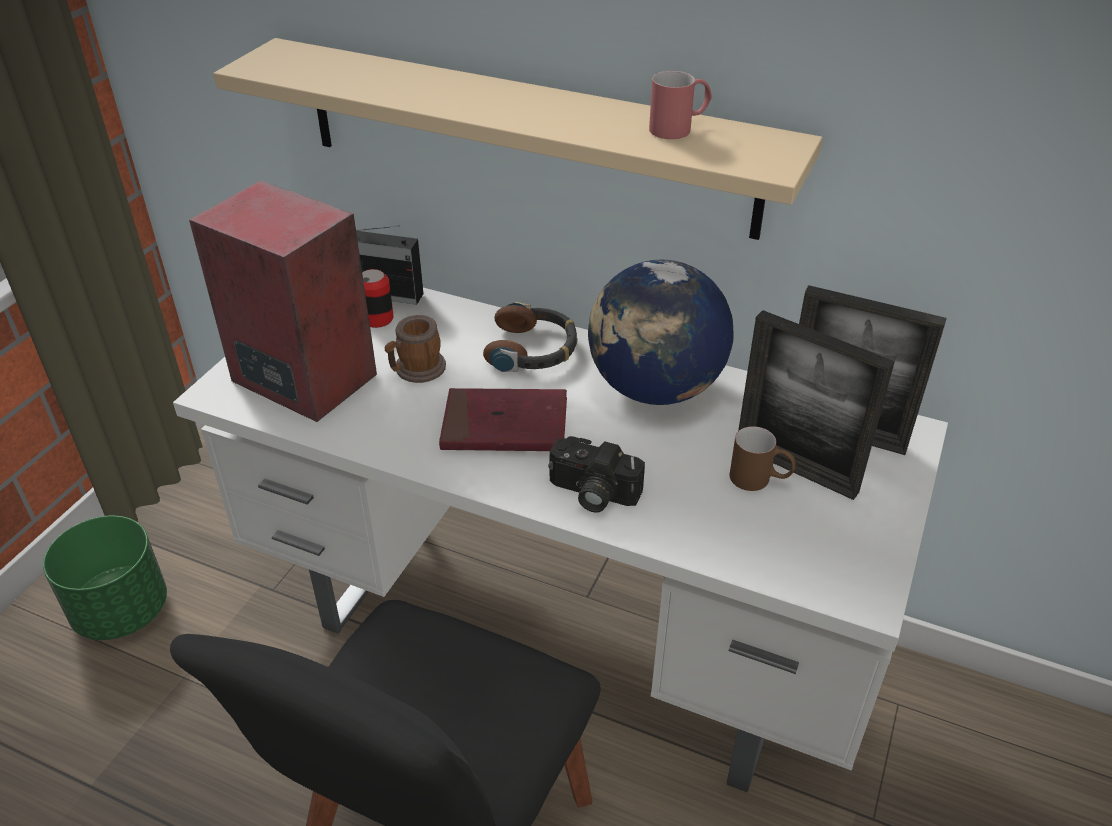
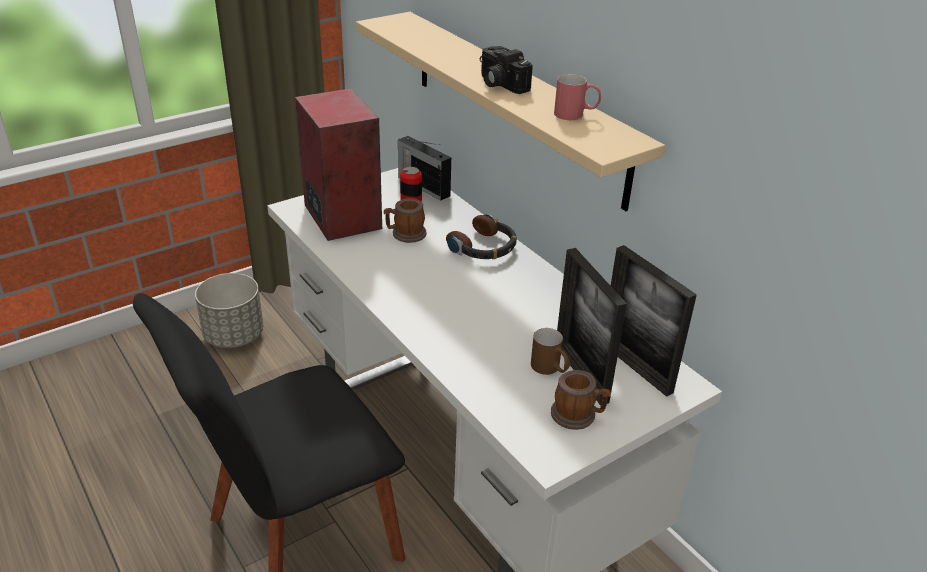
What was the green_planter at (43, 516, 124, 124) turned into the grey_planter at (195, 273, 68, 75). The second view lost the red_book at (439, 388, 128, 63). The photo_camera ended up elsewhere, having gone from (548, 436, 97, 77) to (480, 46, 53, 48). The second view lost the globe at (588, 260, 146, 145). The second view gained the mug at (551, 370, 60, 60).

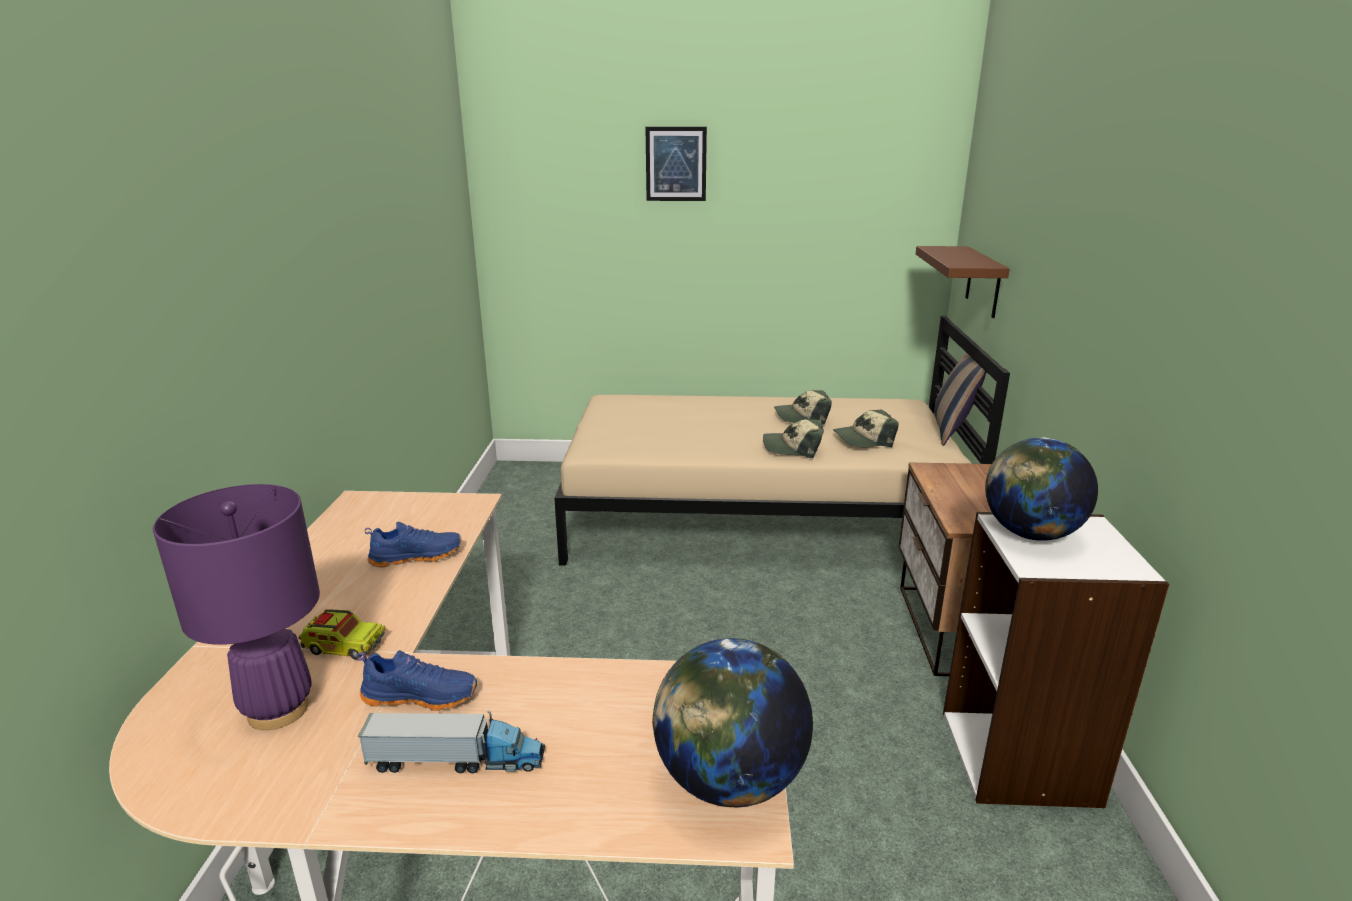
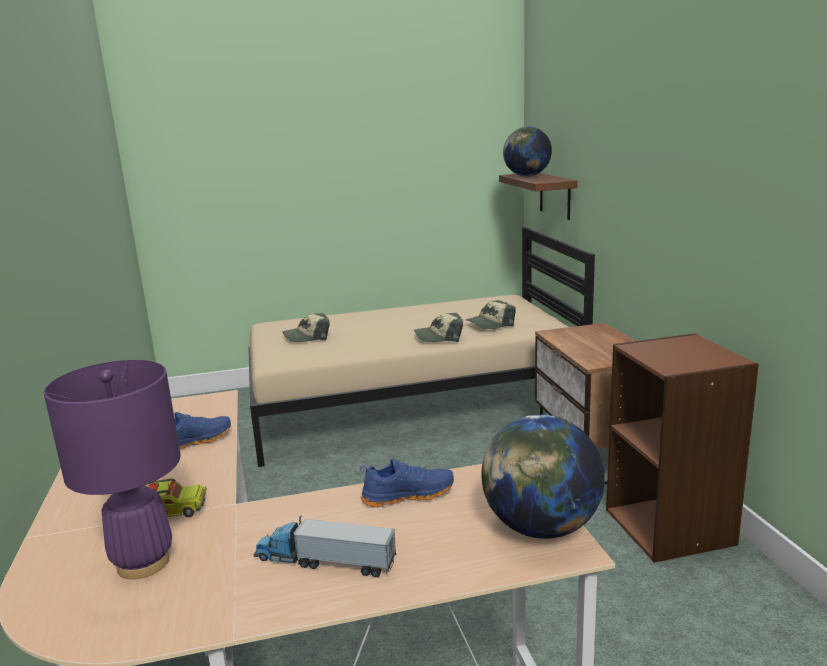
The blue_shoe ended up elsewhere, having gone from (357, 650, 120, 61) to (360, 458, 94, 49). The toy_truck at (358, 711, 187, 62) ended up facing another way, 150 degrees counterclockwise from before. The second view lost the picture at (646, 127, 61, 74). The cap ended up elsewhere, having gone from (774, 390, 58, 34) to (282, 313, 47, 29). The second view lost the pillow at (934, 353, 52, 93). What was the white_bookcase at (943, 512, 226, 296) turned into the brown_bookcase at (606, 333, 153, 230). The globe ended up elsewhere, having gone from (985, 437, 113, 104) to (503, 126, 49, 51).

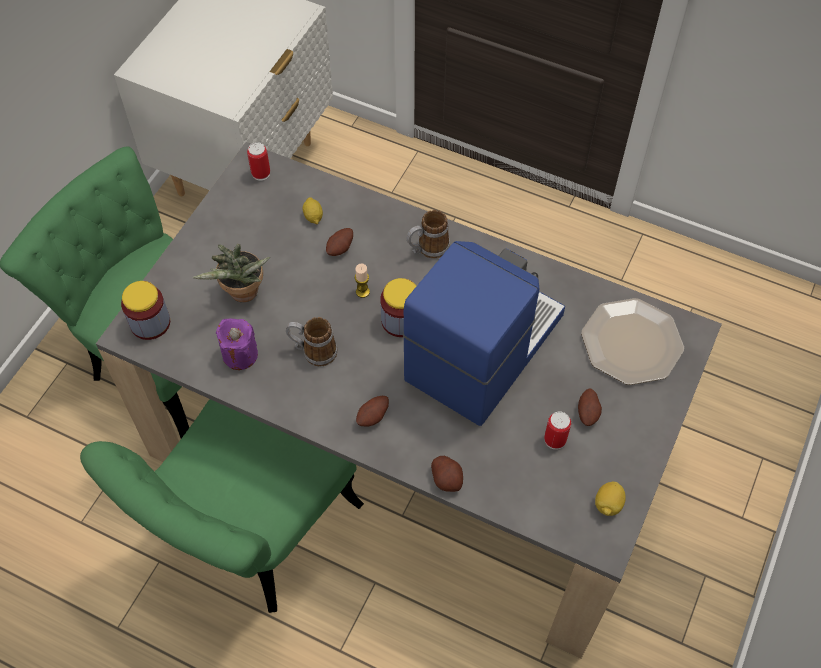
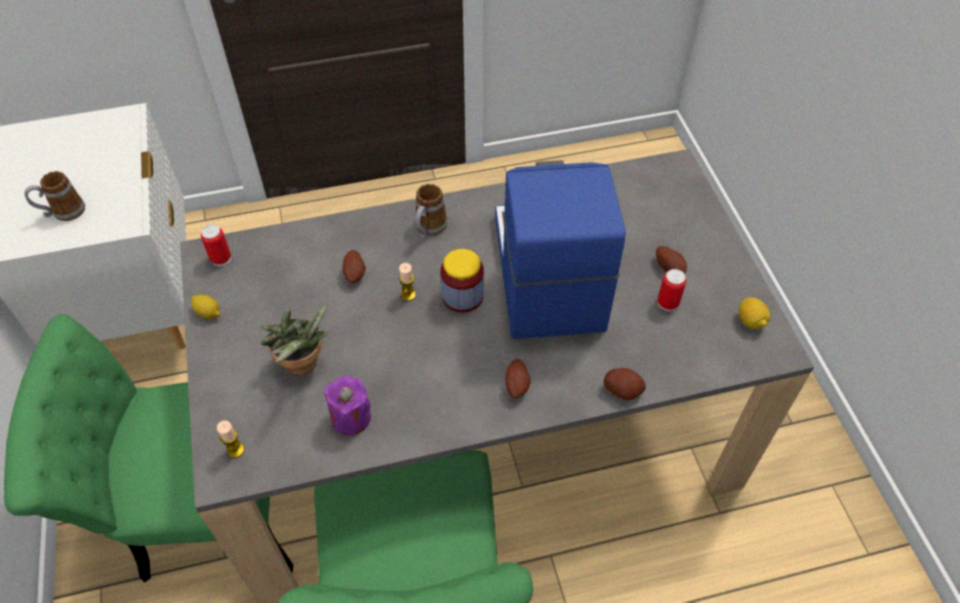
Where the jar stood at (121, 281, 49, 59), the candle came to stand at (217, 420, 27, 38). The mug ended up elsewhere, having gone from (286, 317, 51, 49) to (24, 171, 61, 50). The lemon ended up elsewhere, having gone from (303, 197, 20, 27) to (191, 295, 30, 24). The second view lost the plate at (581, 298, 103, 87).

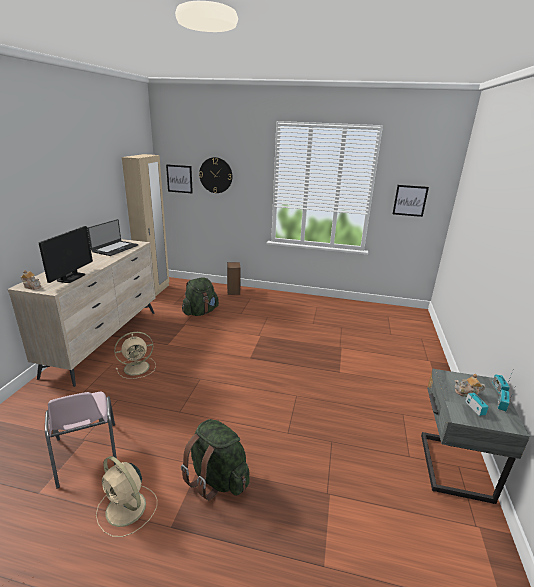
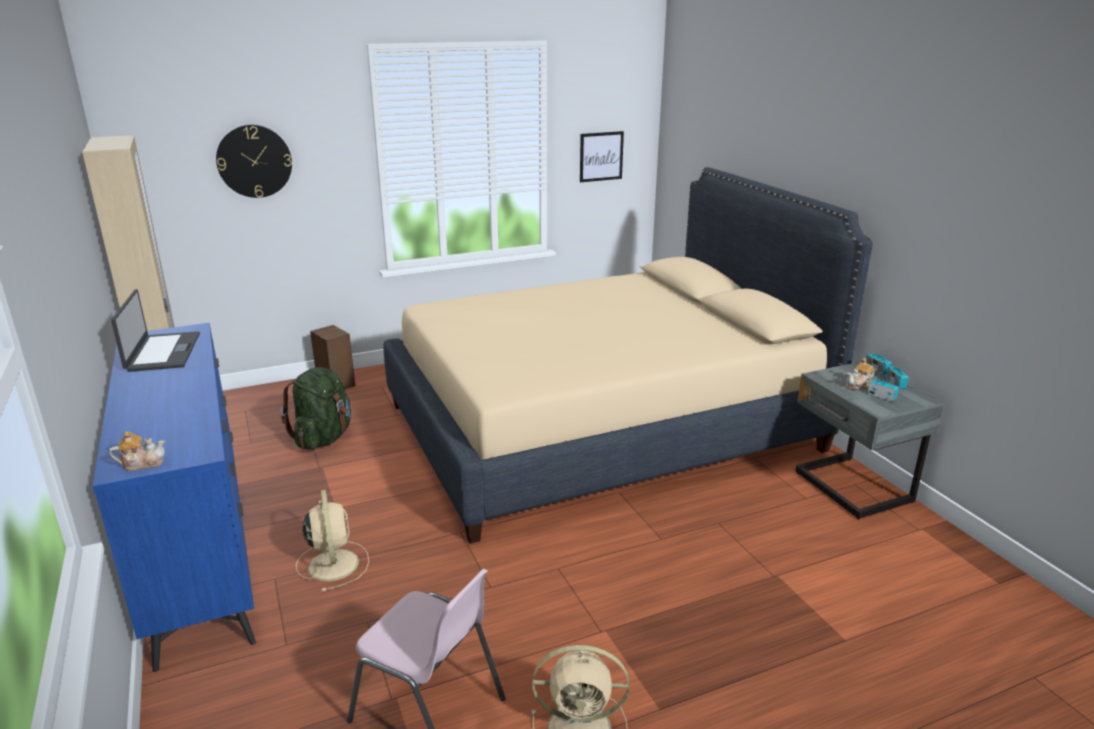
What was the beige_dresser at (7, 239, 149, 148) turned into the blue_dresser at (92, 323, 164, 349). The second view lost the monitor at (39, 226, 54, 57). The beige_fan at (114, 332, 42, 47) ended up facing another way, 45 degrees counterclockwise from before. The second view lost the picture at (166, 164, 27, 29). The second view lost the green_backpack at (181, 419, 69, 81). The second view gained the beige_bed at (383, 167, 490, 377).

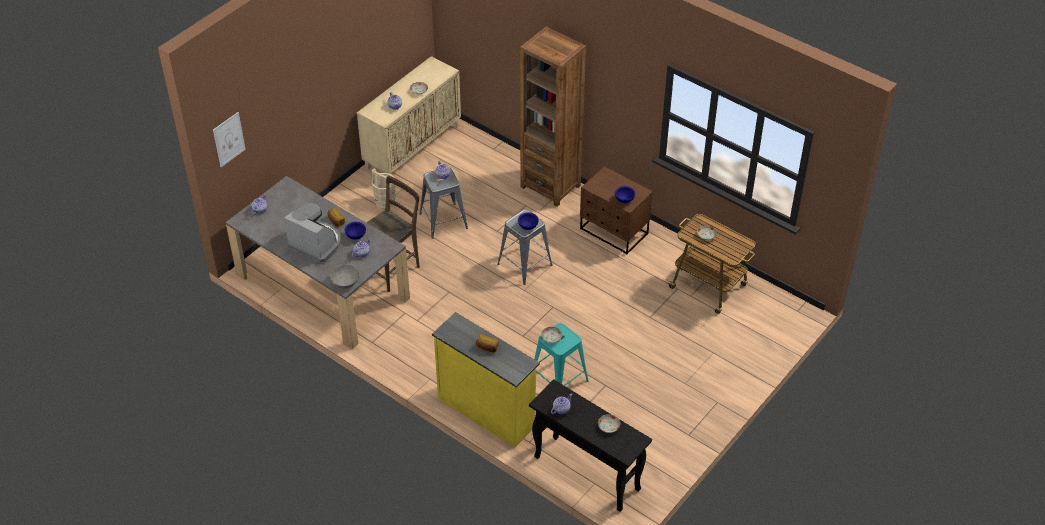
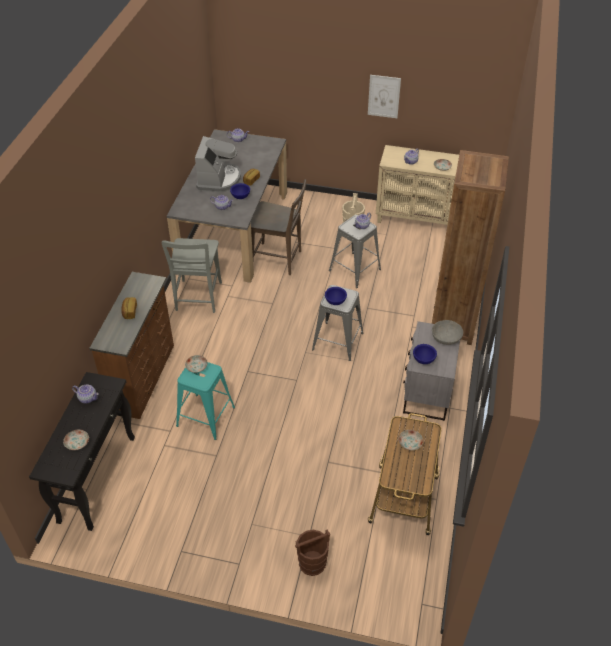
The picture ended up elsewhere, having gone from (213, 112, 33, 55) to (368, 75, 33, 43). The grey_bowl ended up elsewhere, having gone from (330, 264, 29, 25) to (432, 320, 31, 25). What was the yellow_dresser at (432, 312, 108, 135) turned into the brown_dresser at (89, 272, 85, 147). What was the brown_nightstand at (580, 166, 73, 88) turned into the grey_nightstand at (403, 321, 57, 100). The second view gained the grey_chair at (161, 238, 61, 75). The second view gained the brown_bucket at (295, 529, 35, 47).

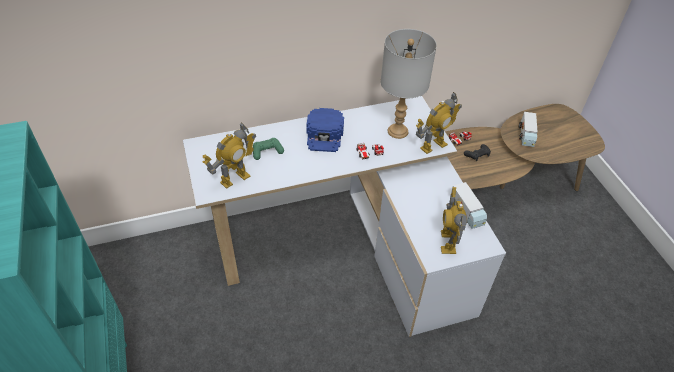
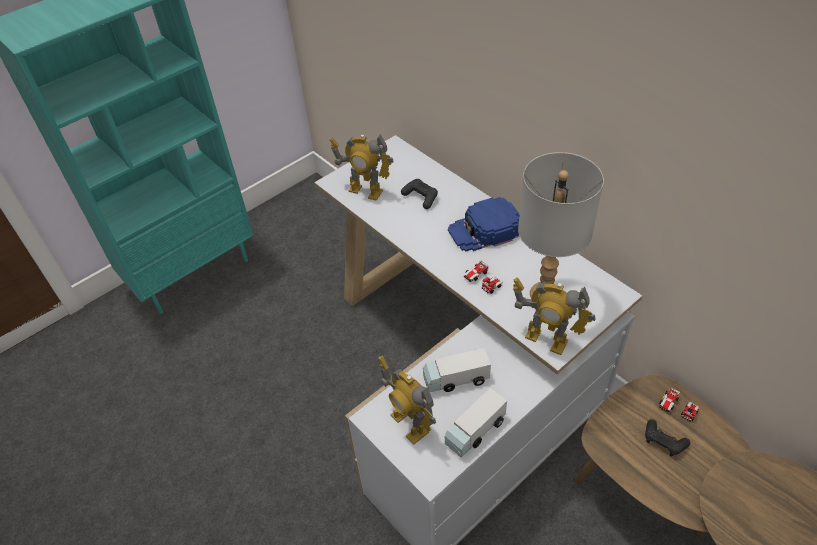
What was the green_game_controller at (253, 138, 31, 22) turned into the black_game_controller at (401, 179, 37, 30). The toy_robot at (441, 187, 27, 67) ended up facing another way, 105 degrees counterclockwise from before. The toy_truck ended up elsewhere, having gone from (519, 112, 18, 35) to (423, 348, 68, 44).

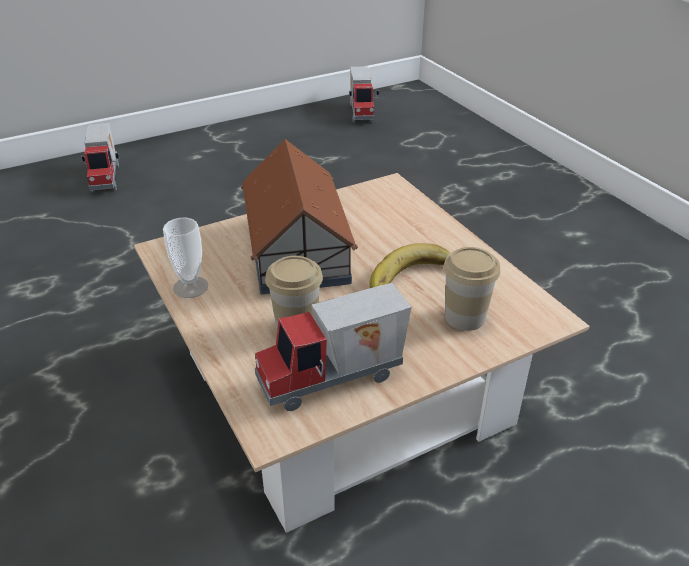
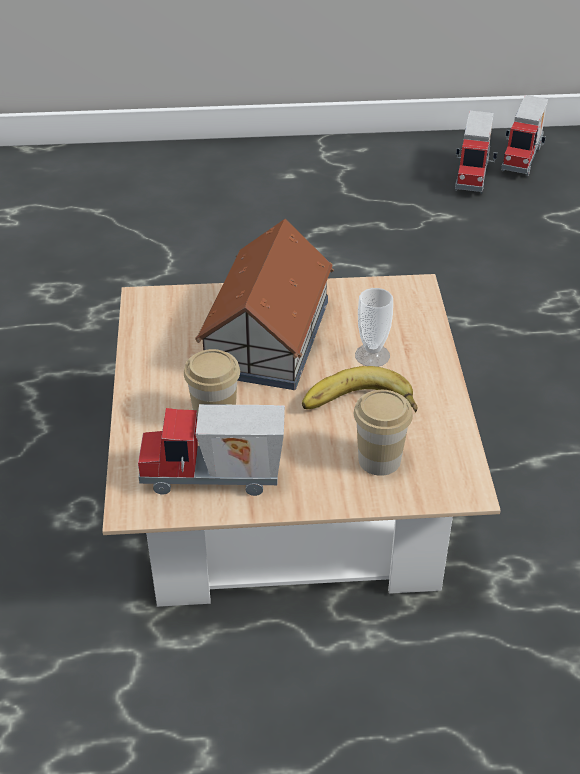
The toy_truck ended up elsewhere, having gone from (81, 123, 38, 69) to (455, 111, 42, 83). The cup ended up elsewhere, having gone from (163, 218, 46, 80) to (355, 288, 38, 79).

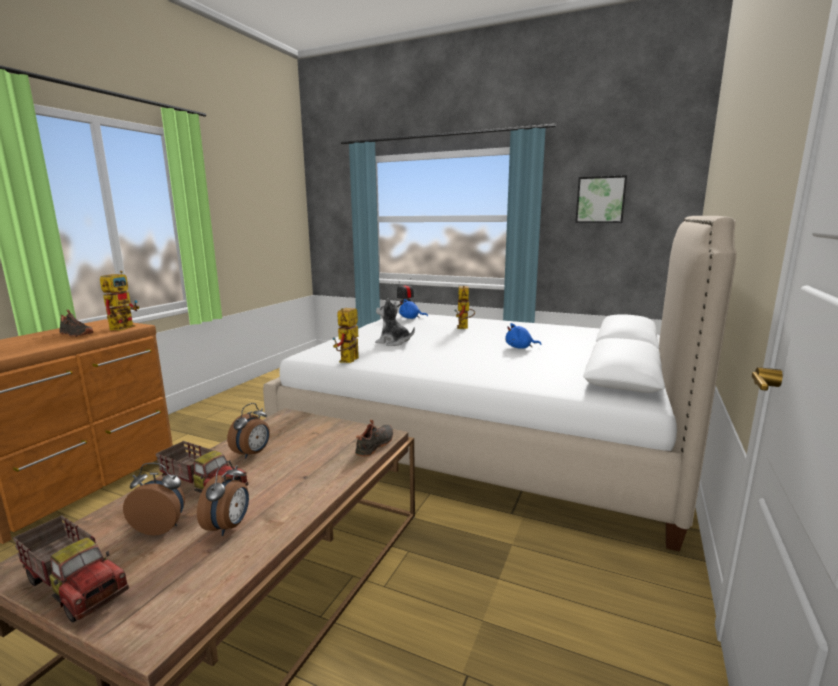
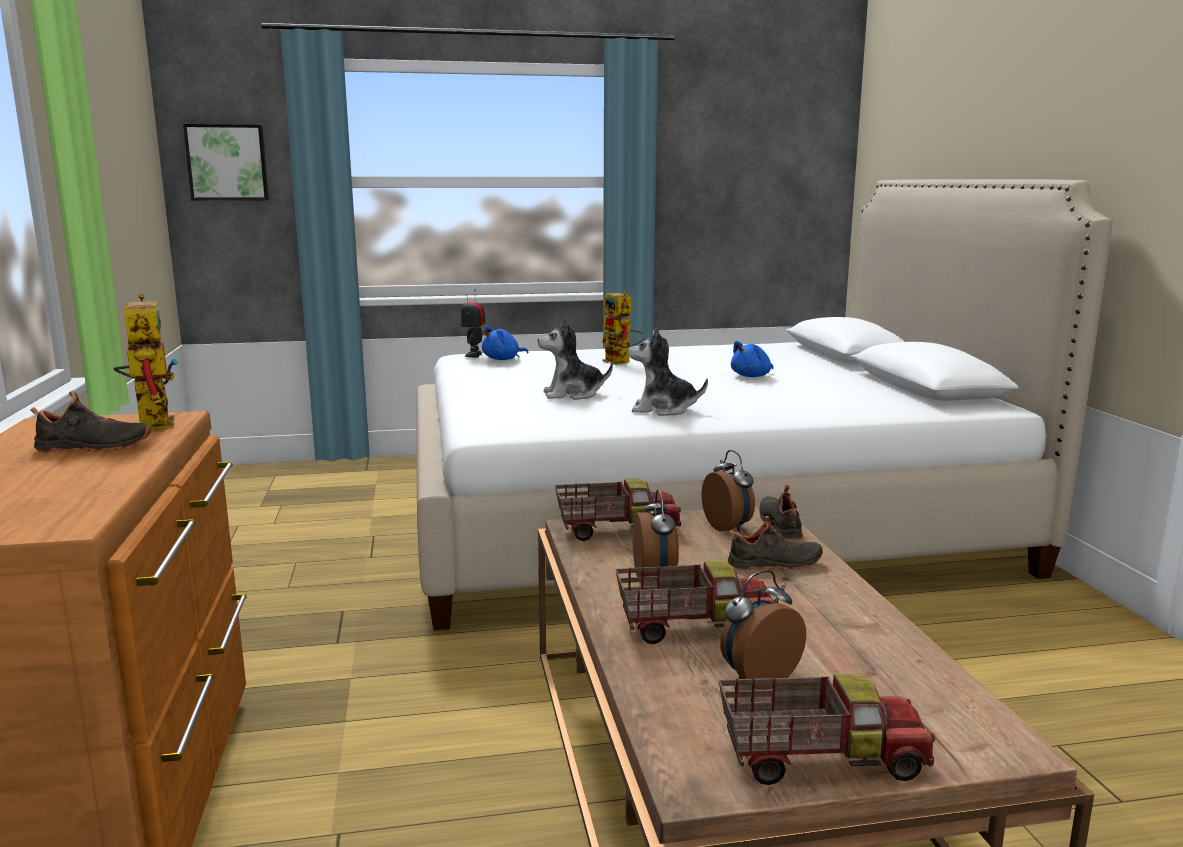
The alarm_clock ended up elsewhere, having gone from (197, 461, 52, 75) to (701, 450, 54, 83). The second view lost the toy_robot at (333, 308, 26, 55). The picture ended up elsewhere, having gone from (575, 175, 52, 48) to (183, 124, 86, 76). The second view gained the toy_truck at (555, 478, 126, 63). The second view gained the plush_toy at (628, 328, 80, 88). The second view gained the black_shoe at (728, 516, 95, 54).

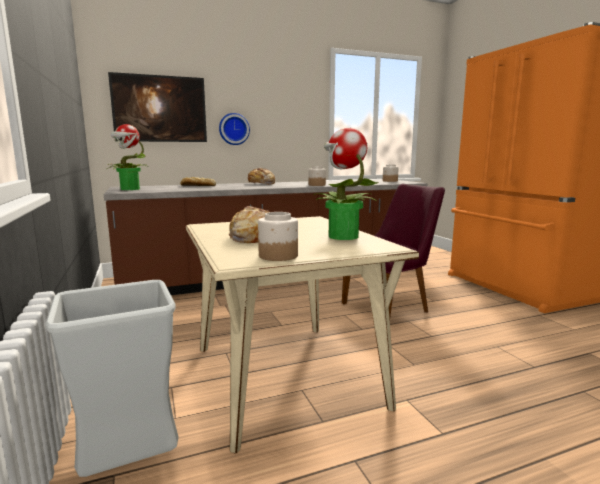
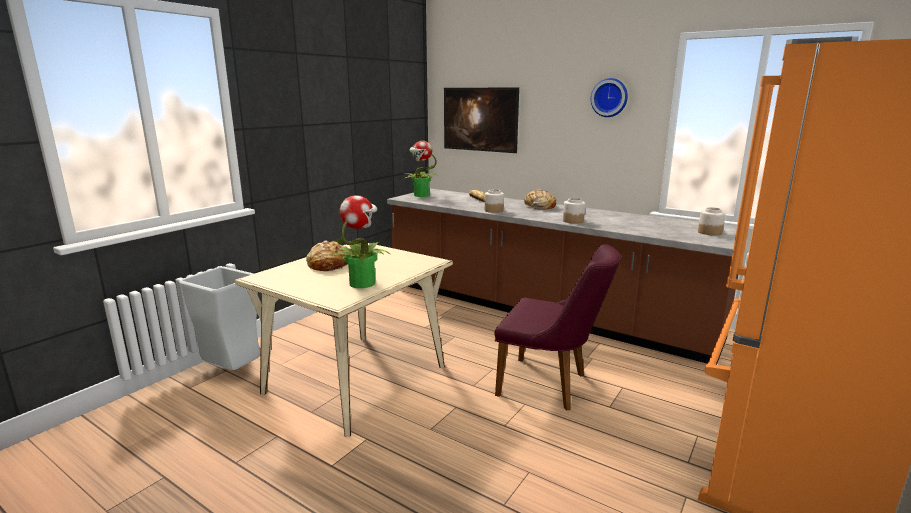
The wall_clock ended up elsewhere, having gone from (219, 113, 31, 32) to (591, 78, 37, 39). The jar ended up elsewhere, having gone from (258, 212, 40, 49) to (485, 189, 19, 24).

